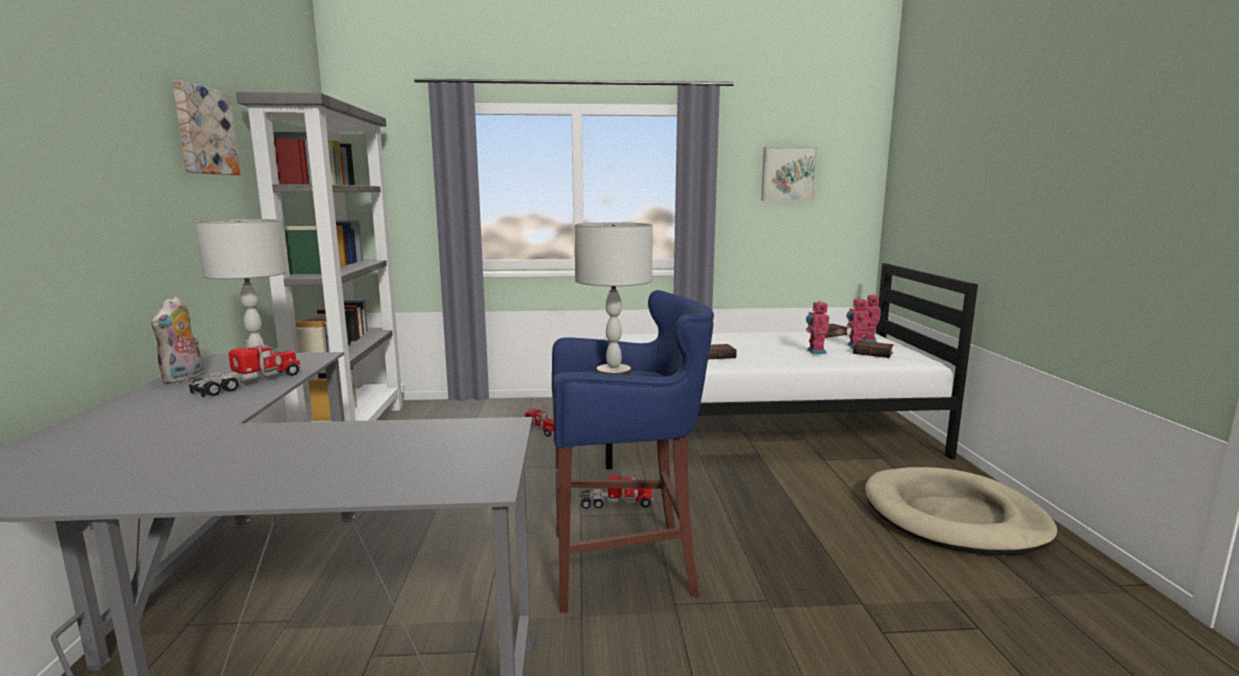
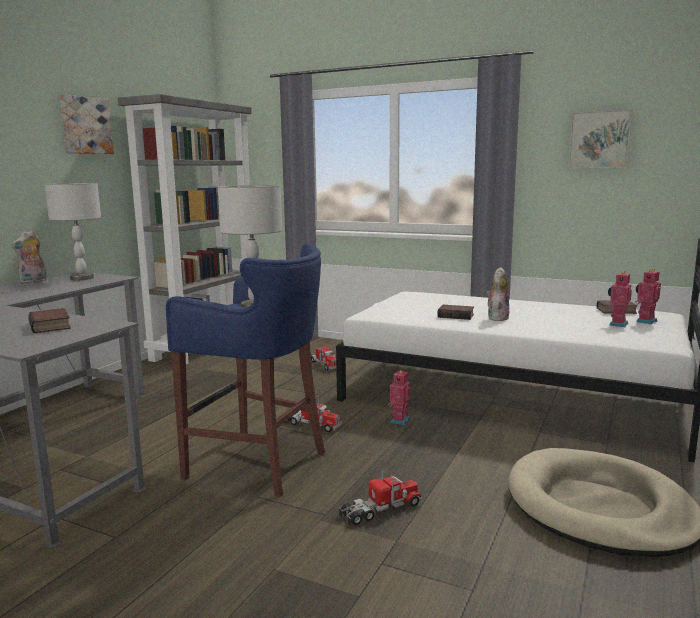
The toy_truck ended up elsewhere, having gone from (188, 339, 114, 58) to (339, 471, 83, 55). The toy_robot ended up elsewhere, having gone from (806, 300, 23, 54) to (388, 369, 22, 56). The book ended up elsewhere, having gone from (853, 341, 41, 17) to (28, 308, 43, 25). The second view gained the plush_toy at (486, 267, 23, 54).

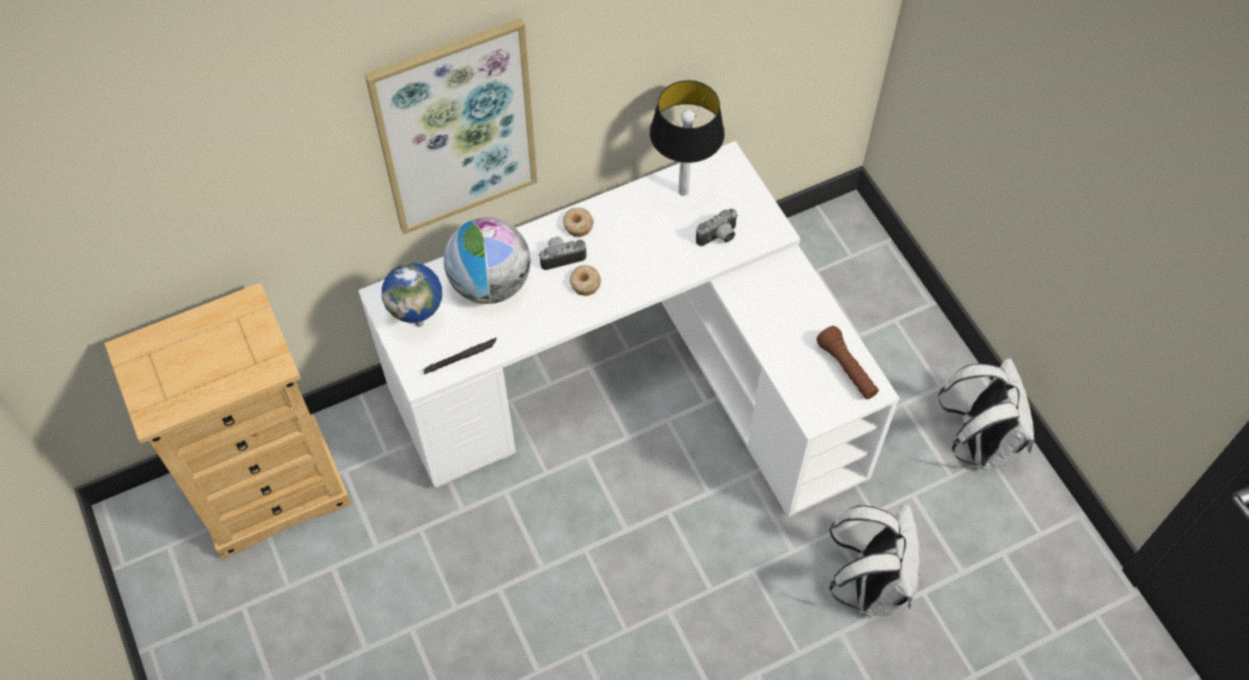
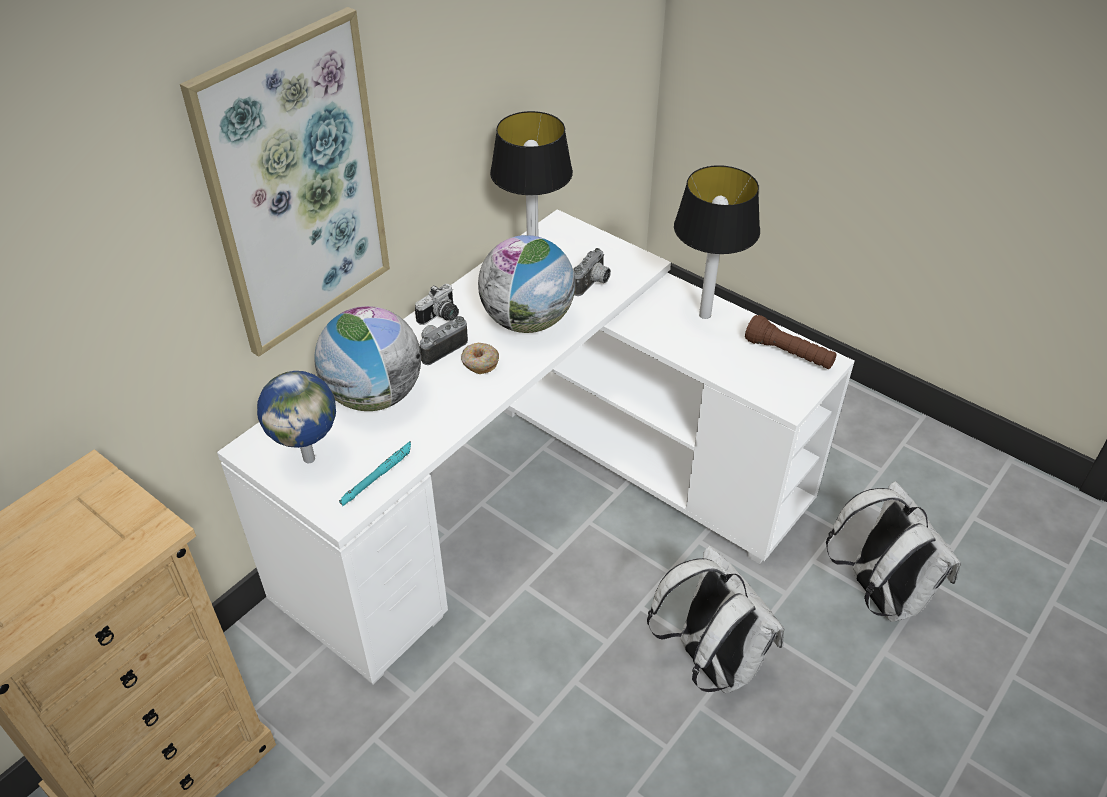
What was the black_flashlight at (423, 338, 73, 36) turned into the turquoise_flashlight at (339, 441, 72, 65). Where the donut stood at (562, 208, 31, 29), the photo_camera came to stand at (415, 284, 44, 41). The white_backpack ended up elsewhere, having gone from (938, 358, 96, 111) to (647, 545, 137, 148). The second view gained the globe at (478, 235, 97, 98). The second view gained the table_lamp at (674, 165, 86, 154).

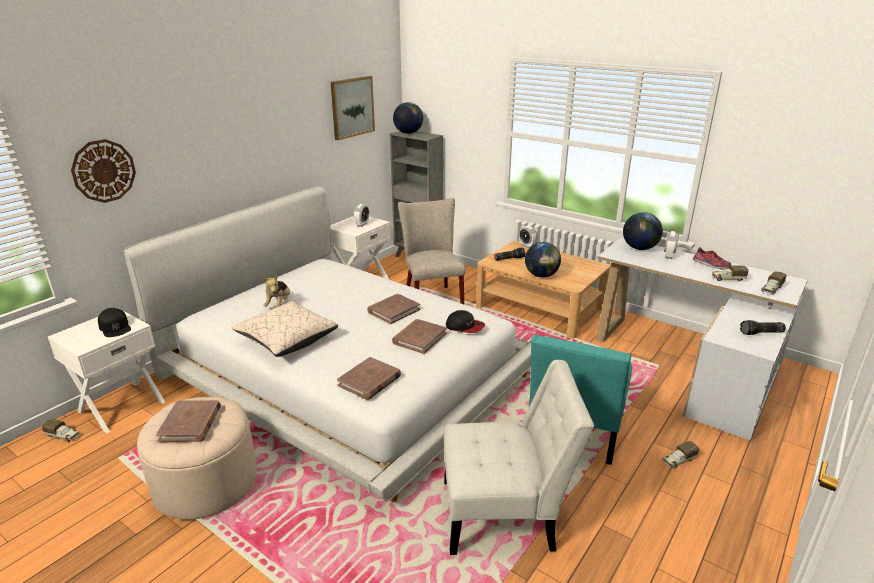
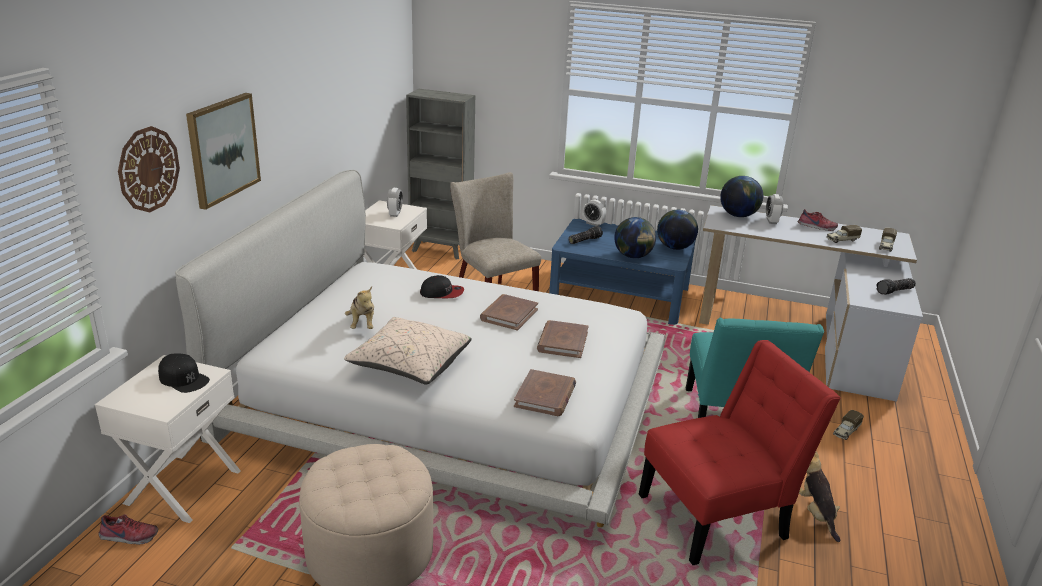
Where the toy_truck stood at (41, 419, 39, 23), the shoe came to stand at (98, 514, 60, 31). The second view lost the brown_book at (156, 400, 65, 42). The picture ended up elsewhere, having gone from (331, 76, 44, 64) to (186, 93, 75, 117). The globe ended up elsewhere, having gone from (393, 102, 30, 32) to (657, 210, 41, 40). What was the white_chair at (444, 360, 150, 195) turned into the red_chair at (639, 340, 202, 225). The cap ended up elsewhere, having gone from (446, 310, 39, 23) to (420, 275, 44, 23). What was the beige_coffee_table at (476, 241, 134, 98) turned into the blue_coffee_table at (549, 219, 147, 106). The second view gained the plush_toy at (799, 452, 41, 90).

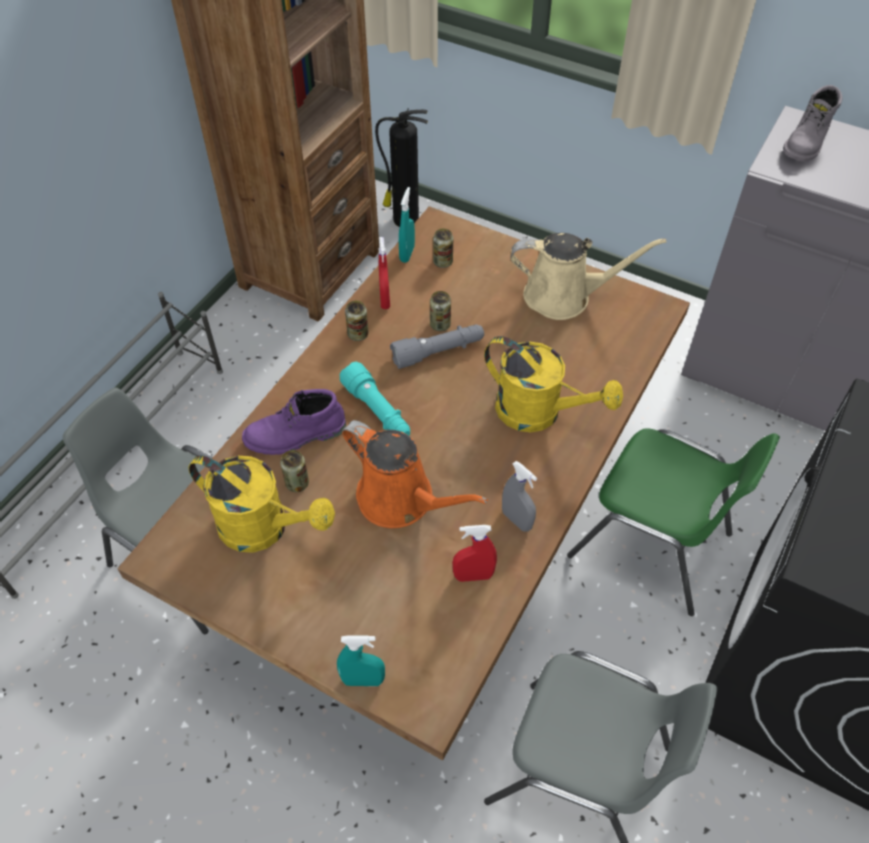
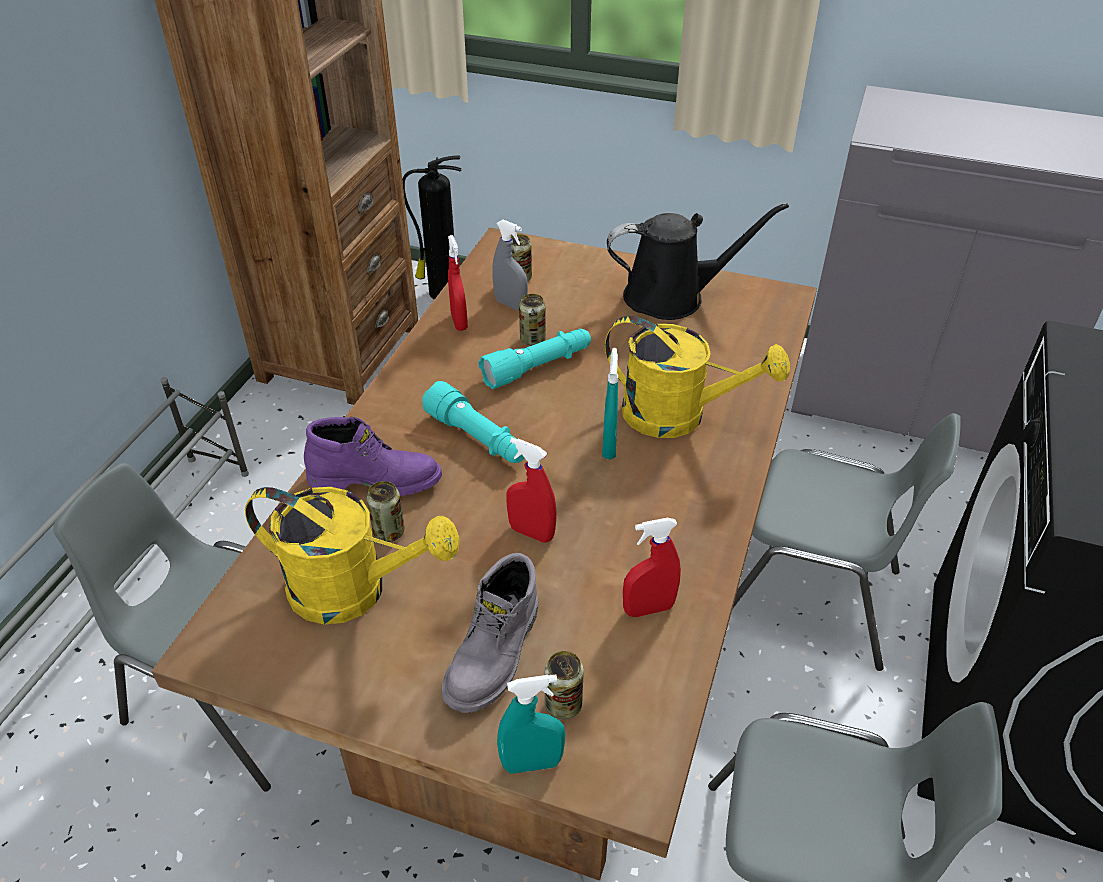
The purple_boot at (242, 389, 104, 66) ended up facing another way, 150 degrees counterclockwise from before. Where the orange_watering_can stood at (342, 420, 146, 108), the red_spray_bottle came to stand at (506, 437, 51, 106). The can ended up elsewhere, having gone from (345, 301, 23, 40) to (545, 651, 39, 68). What was the grey_flashlight at (390, 324, 94, 45) turned into the turquoise_flashlight at (478, 329, 113, 60). The turquoise_spray_bottle ended up elsewhere, having gone from (399, 187, 16, 76) to (602, 348, 16, 111). The grey_spray_bottle ended up elsewhere, having gone from (502, 461, 35, 71) to (493, 220, 35, 91). What was the beige_watering_can at (510, 233, 156, 87) turned into the black_watering_can at (607, 203, 182, 117). What was the green_chair at (567, 428, 213, 188) turned into the grey_chair at (733, 413, 227, 258). The grey_boot ended up elsewhere, having gone from (783, 85, 60, 77) to (442, 553, 96, 160).

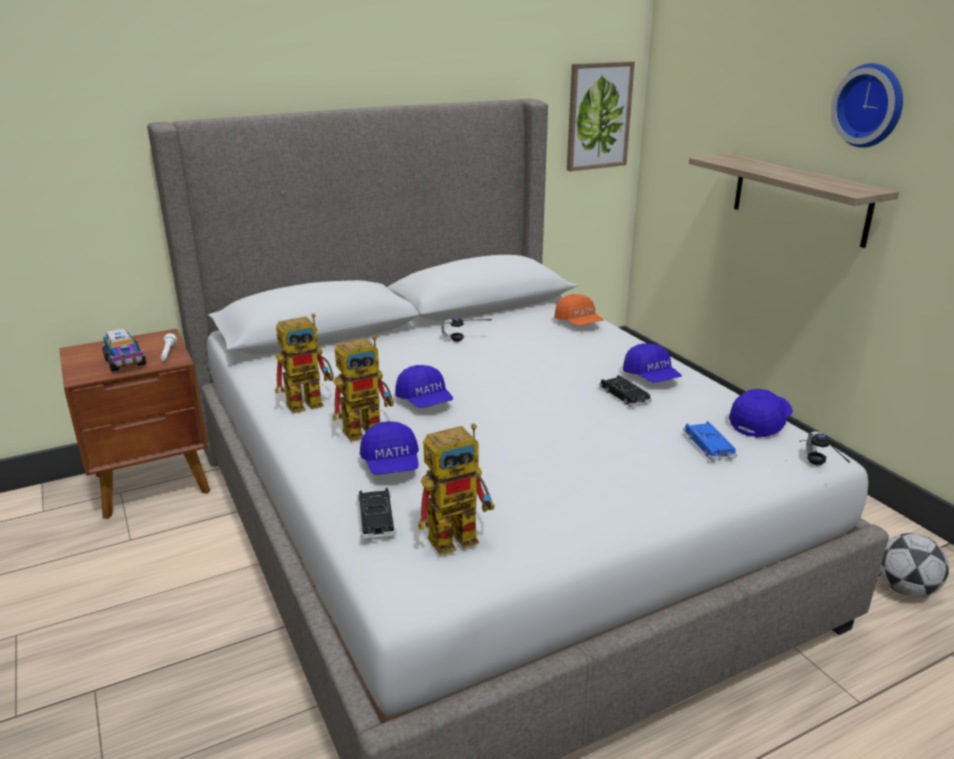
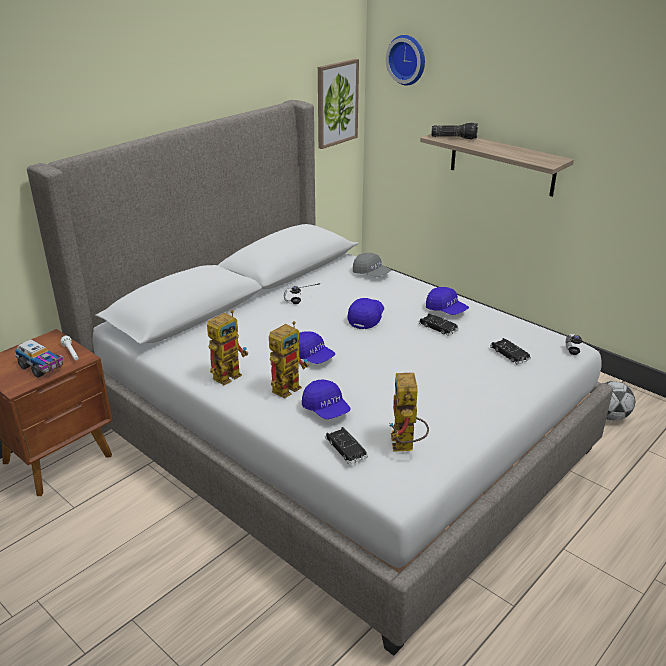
The toy_robot at (418, 424, 77, 131) ended up facing another way, 135 degrees clockwise from before. What was the orange_cap at (554, 294, 50, 32) turned into the grey_cap at (353, 253, 38, 24). What was the blue_toy_car at (683, 421, 54, 39) turned into the black_toy_car at (490, 338, 41, 27). The blue_cap ended up elsewhere, having gone from (729, 389, 64, 49) to (347, 298, 37, 31). The wall_clock ended up elsewhere, having gone from (831, 63, 72, 85) to (386, 35, 39, 51). The second view gained the flashlight at (431, 123, 47, 16).

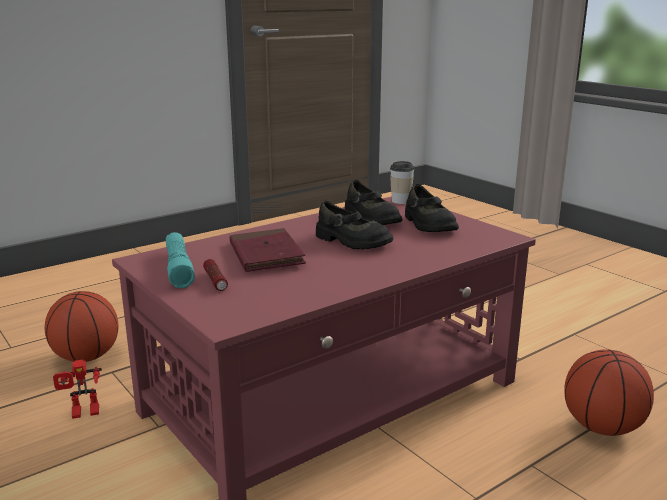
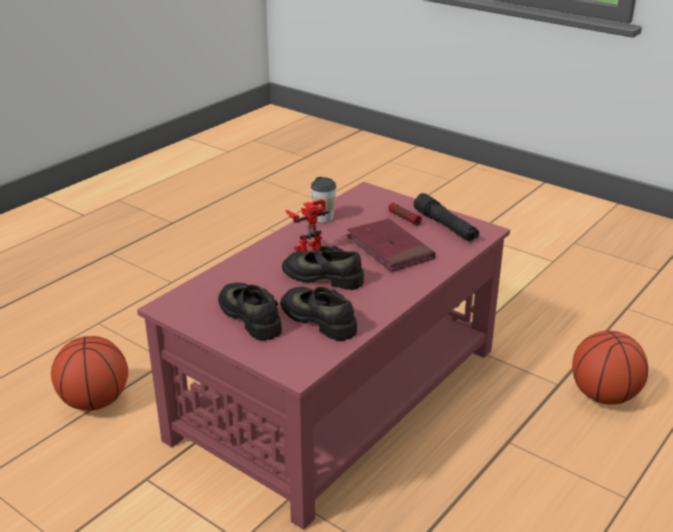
The toy_robot ended up elsewhere, having gone from (53, 360, 49, 59) to (285, 199, 44, 53). What was the turquoise_flashlight at (166, 232, 29, 56) turned into the black_flashlight at (414, 193, 65, 48). The cup ended up elsewhere, having gone from (390, 161, 25, 43) to (311, 177, 25, 46).

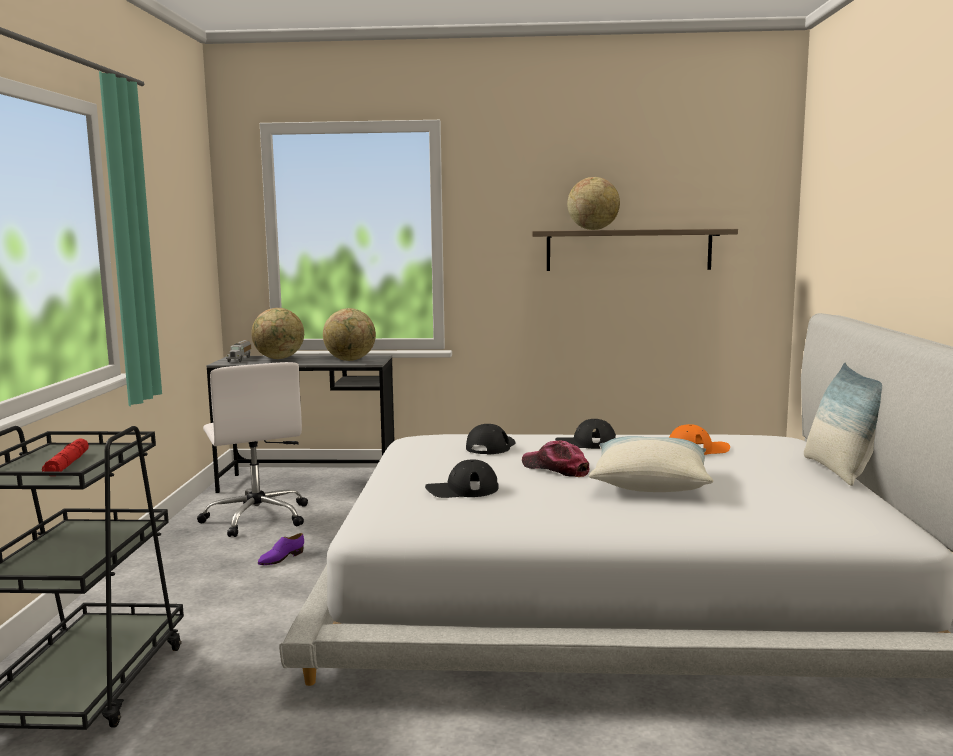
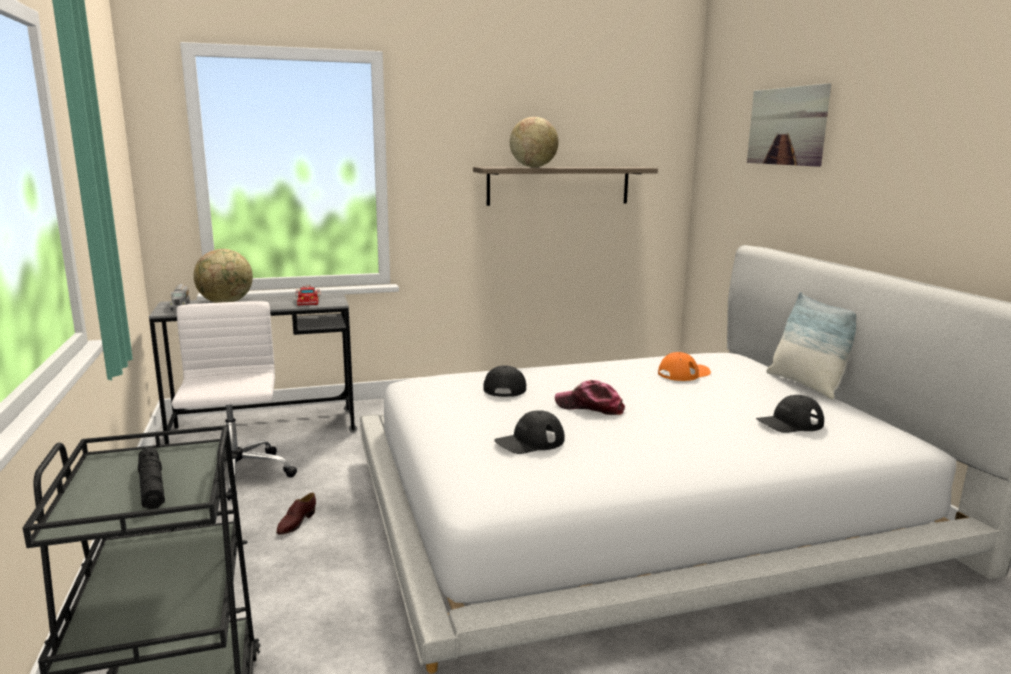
What was the red_flashlight at (42, 438, 47, 34) turned into the black_flashlight at (138, 447, 27, 62). The white_office_chair at (197, 362, 111, 175) ended up facing another way, 150 degrees counterclockwise from before. What was the purple_shoe at (257, 533, 47, 32) turned into the brown_shoe at (276, 493, 40, 42). Where the globe stood at (323, 308, 53, 53), the toy_truck came to stand at (295, 284, 26, 22). The black_cap ended up elsewhere, having gone from (555, 419, 61, 30) to (756, 395, 68, 38). The second view lost the pillow at (589, 436, 124, 56). The second view gained the picture at (747, 83, 84, 84).

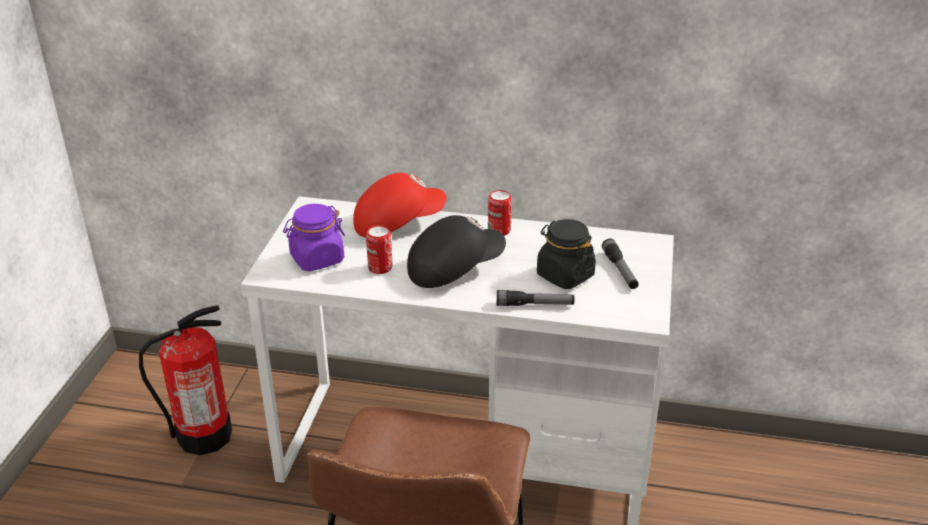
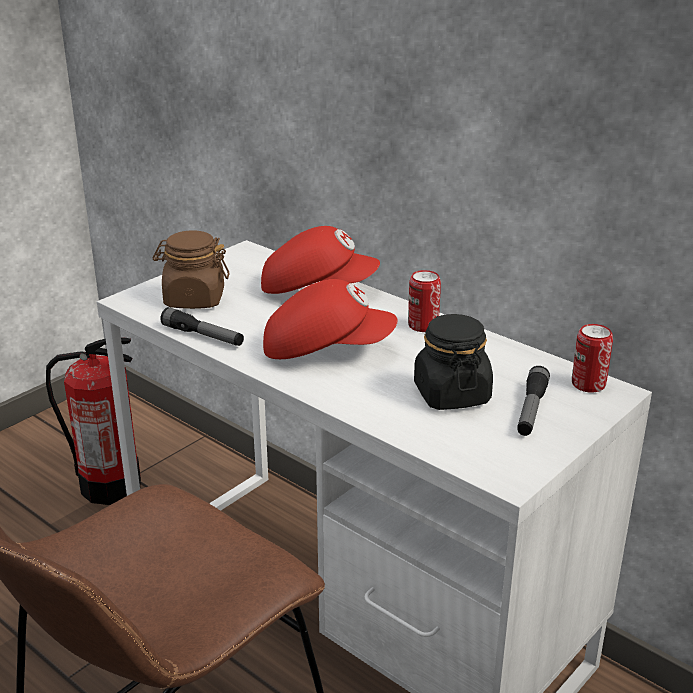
What was the purple_jar at (283, 204, 62, 67) turned into the brown_jar at (153, 231, 77, 78). The can ended up elsewhere, having gone from (366, 226, 26, 48) to (572, 324, 41, 69). What was the black_cap at (407, 215, 99, 73) turned into the red_cap at (263, 279, 135, 80). The flashlight ended up elsewhere, having gone from (497, 290, 77, 16) to (160, 307, 84, 39).

